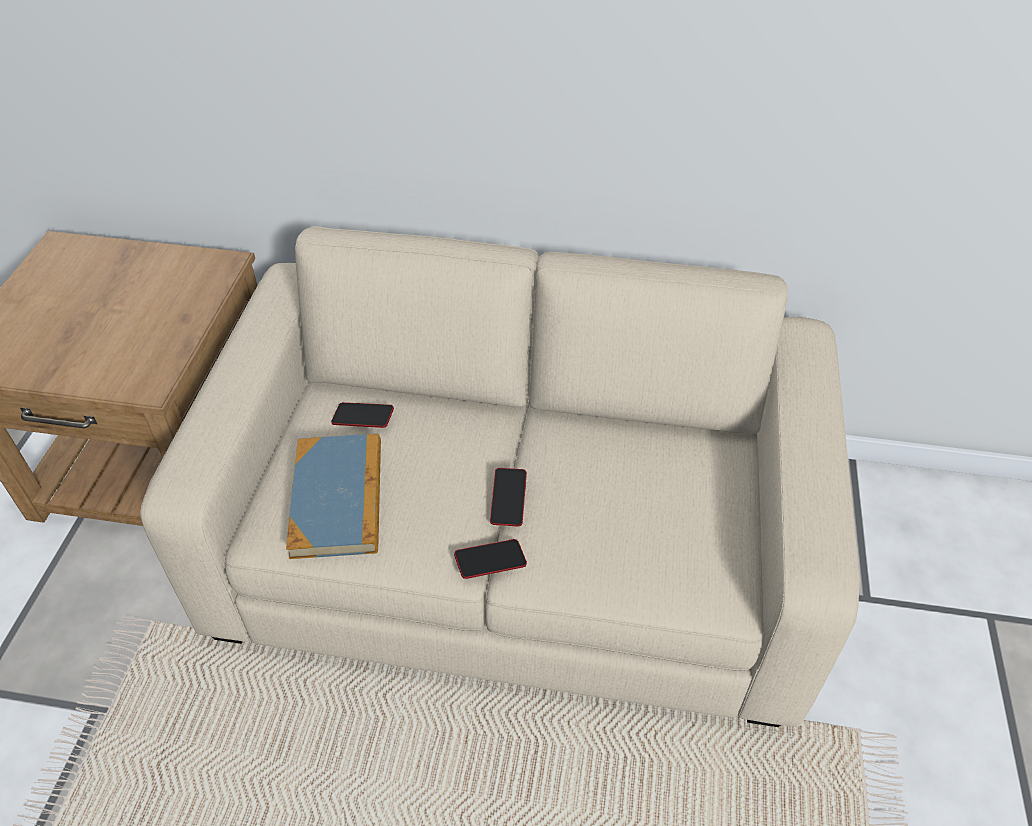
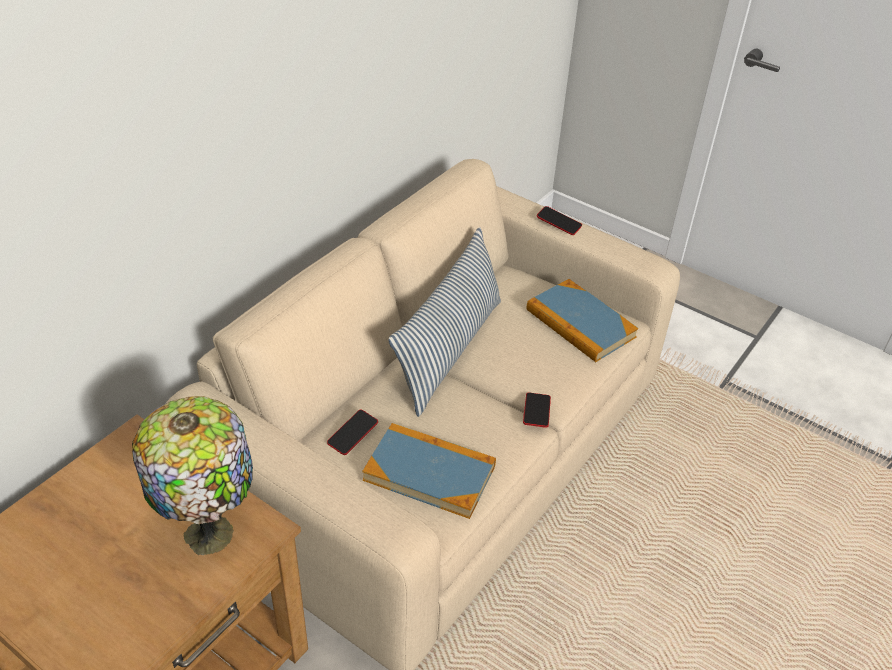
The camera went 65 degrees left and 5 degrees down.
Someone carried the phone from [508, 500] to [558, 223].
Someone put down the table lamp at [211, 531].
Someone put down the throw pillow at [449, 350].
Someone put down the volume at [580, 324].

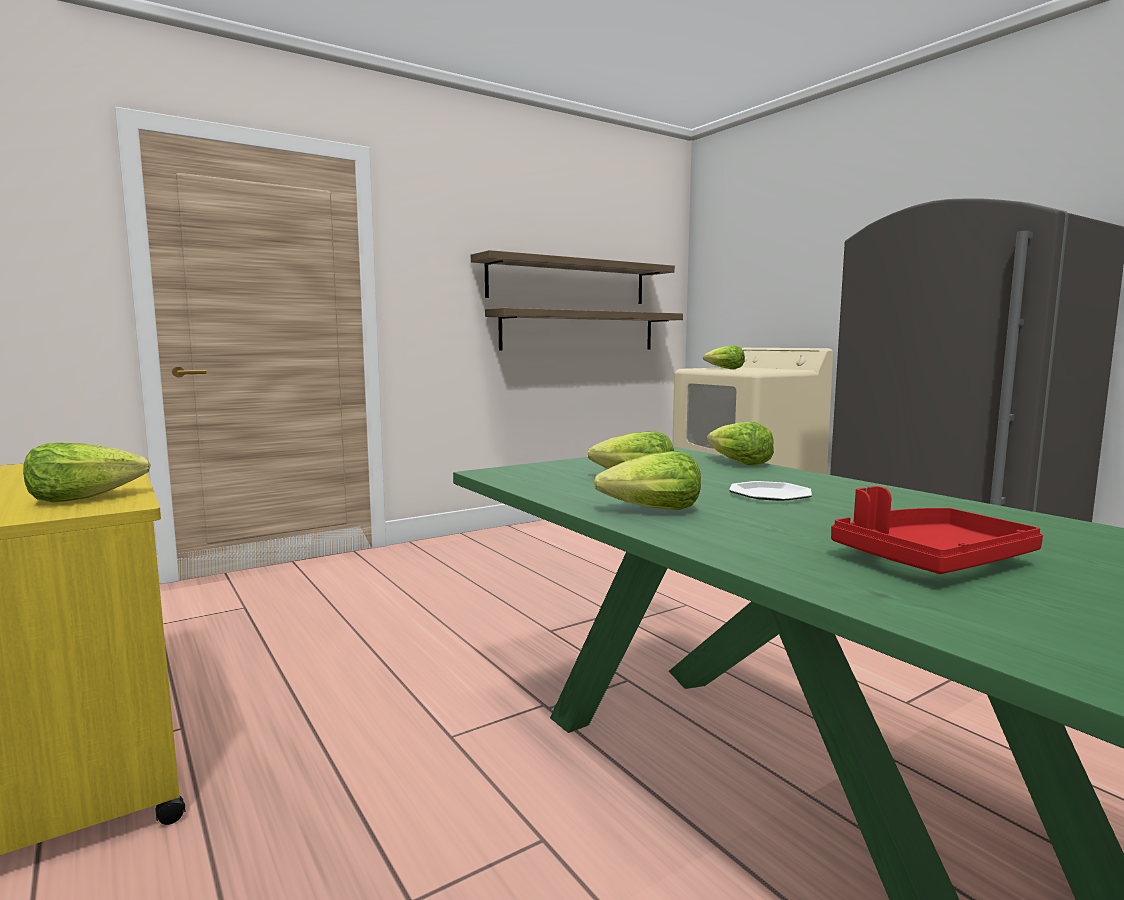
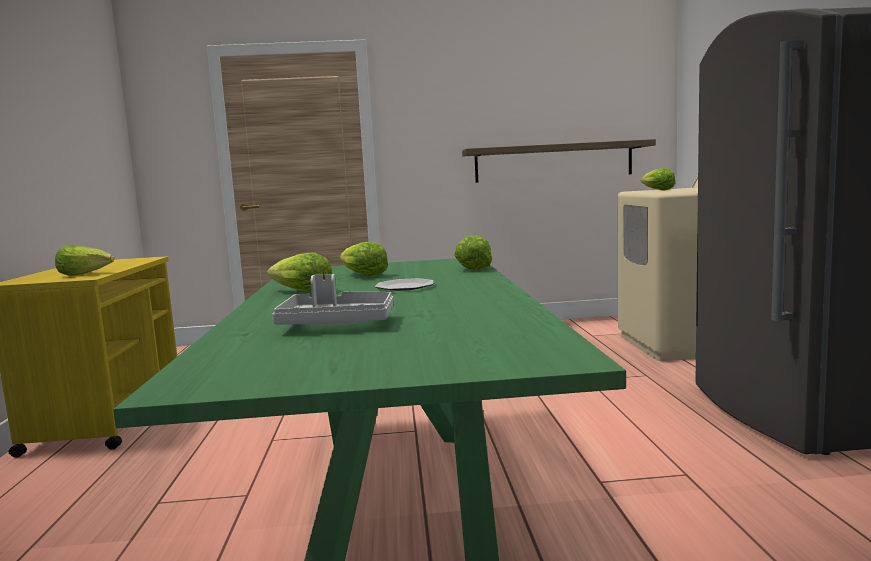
The camera went 30 degrees right and 0 degrees up.
Someone took away the shelf at [568, 281].
Someone repainted the carrying tray (reddish) at [930, 560], which became the carrying tray (greyish) at [337, 323].

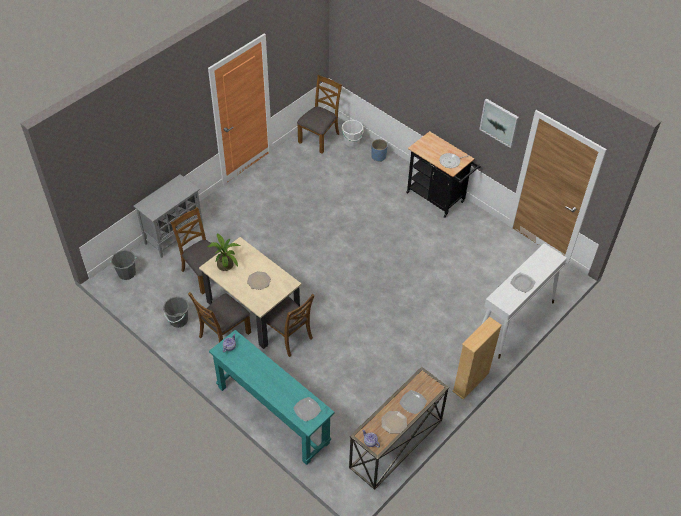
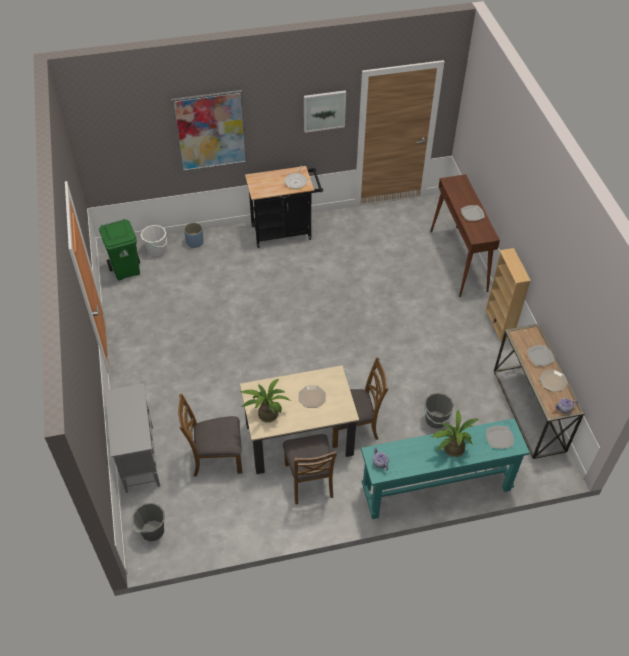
The camera went 55 degrees left and 0 degrees up.
Someone carried the bucket (greyish) from [178, 320] to [436, 420].
Someone swapped the plain chair (brown-coloured) at [319, 138] for the trash can (green) at [126, 270].
Someone repainted the hall table (whitish) at [514, 322], which became the hall table (brown-coloured) at [458, 261].
Someone put up the wall art at [210, 131].
Someone put down the plant in a pot at [451, 448].

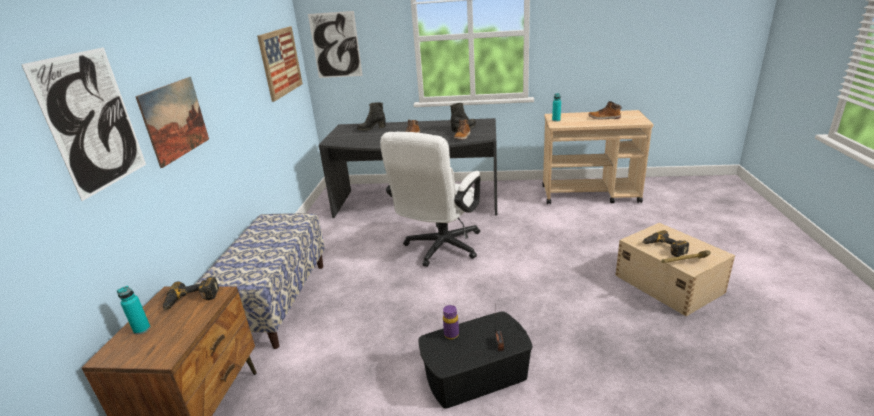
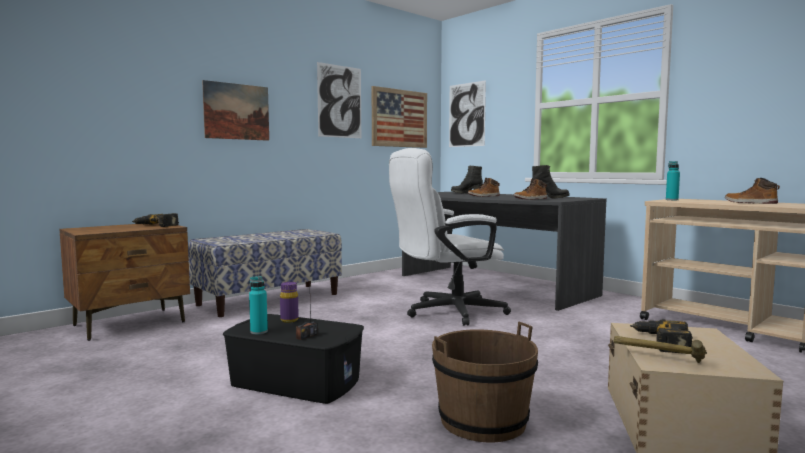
The camera went 40 degrees right and 20 degrees down.
Someone carried the wall art from [92, 121] to [340, 101].
Someone carried the beverage bottle (turquoise-coloured) from [142, 329] to [259, 332].
Someone put down the bucket (brown-coloured) at [483, 421].

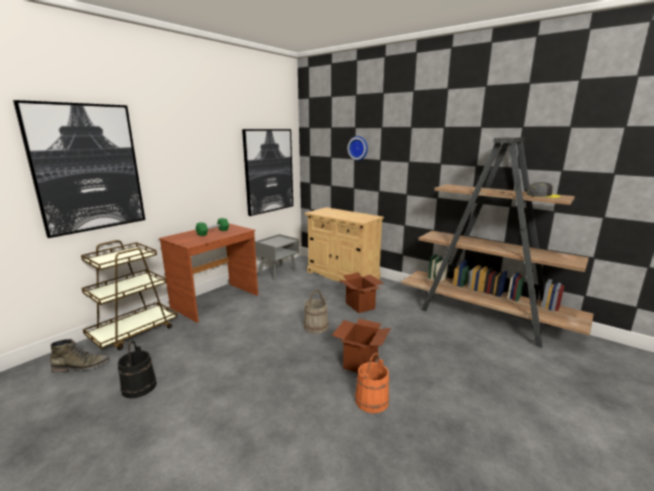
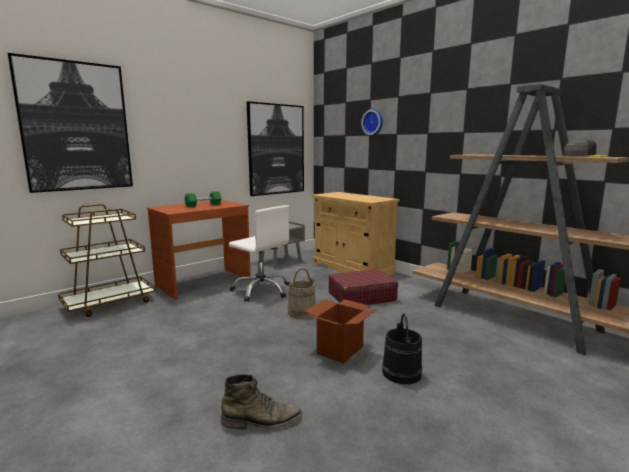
The camera went 10 degrees right and 5 degrees down.
Someone carried the boot (green) from [81, 366] to [262, 421].
Someone carried the bucket (black) from [139, 387] to [401, 373].
Someone swapped the carton at [360, 306] for the piece of luggage (reddish) at [361, 297].
Someone took away the bucket (orange-coloured) at [372, 401].
Someone put down the office chair (whitish) at [262, 290].

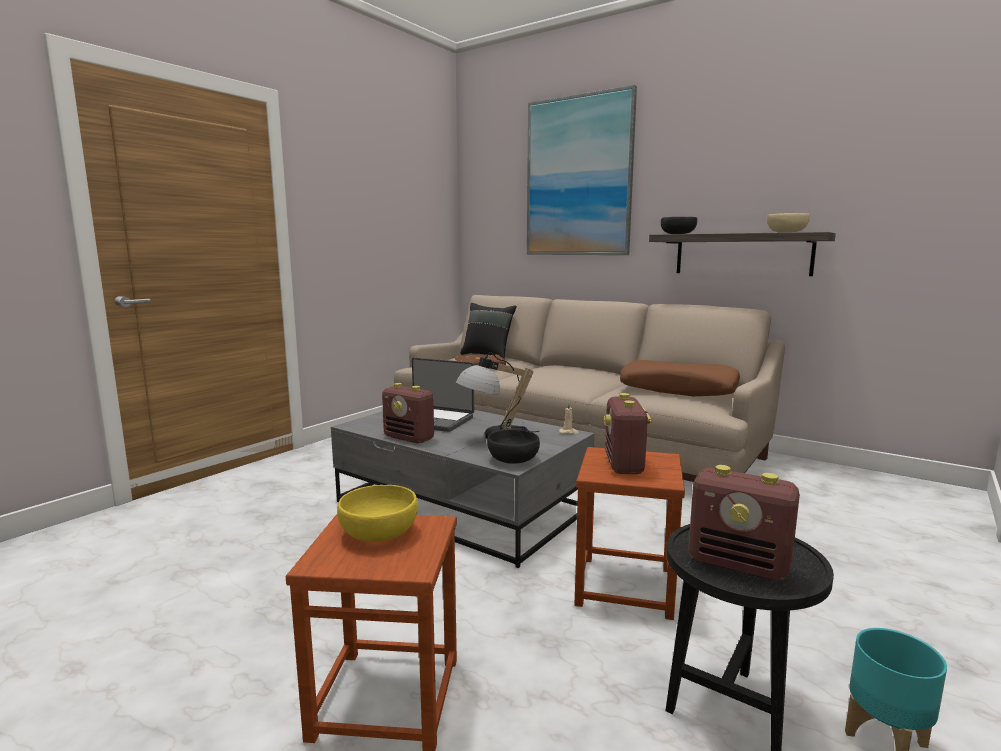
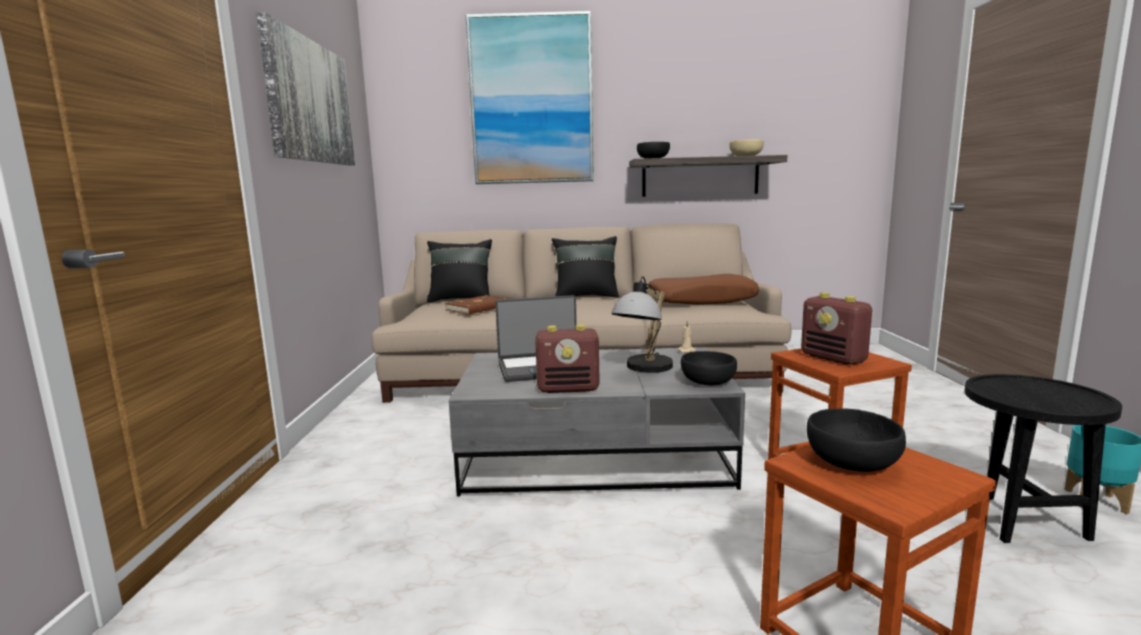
The camera went 35 degrees left and 0 degrees up.
Someone repainted the serving bowl (yellowish) at [378, 532], which became the serving bowl (black) at [850, 462].
Someone took away the radio at [739, 564].
Someone put up the wall art at [310, 102].
Someone put down the throw pillow (black) at [586, 296].

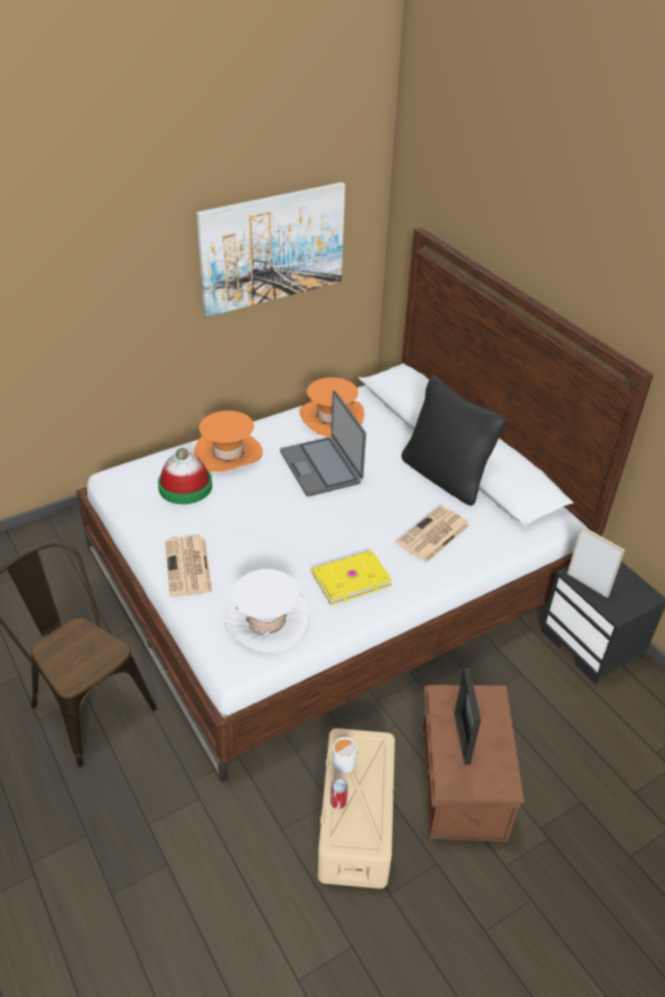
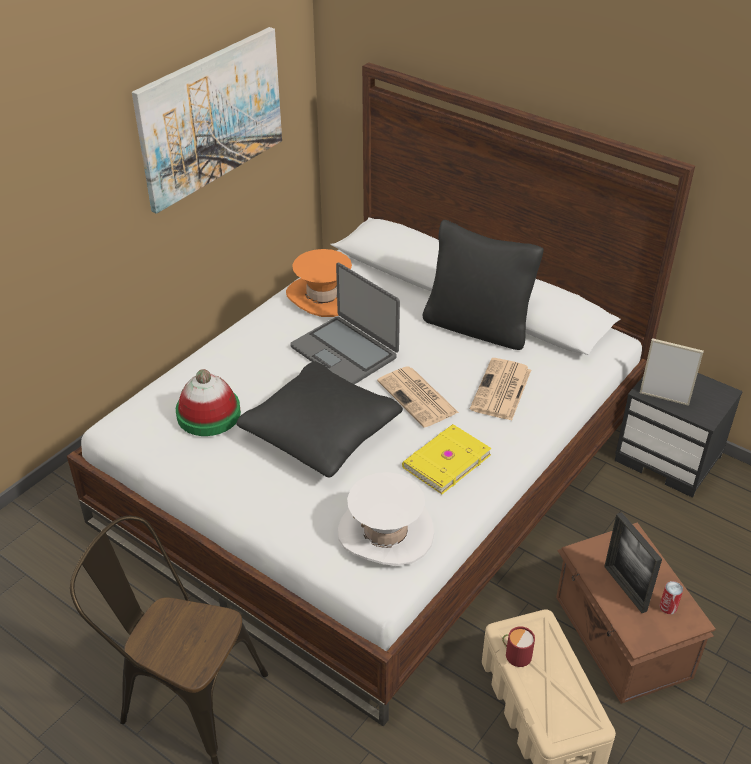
The camera went 20 degrees left and 0 degrees up.
Someone carried the printed paper from [189, 567] to [418, 397].
Someone took away the wearable hat (orange-coloured) at [228, 453].
Someone carried the sealed can from [338, 801] to [668, 607].
Someone repainted the tea mug (whitish) at [342, 760], which became the tea mug (reddish) at [516, 654].
Someone put down the throw pillow (black) at [321, 432].

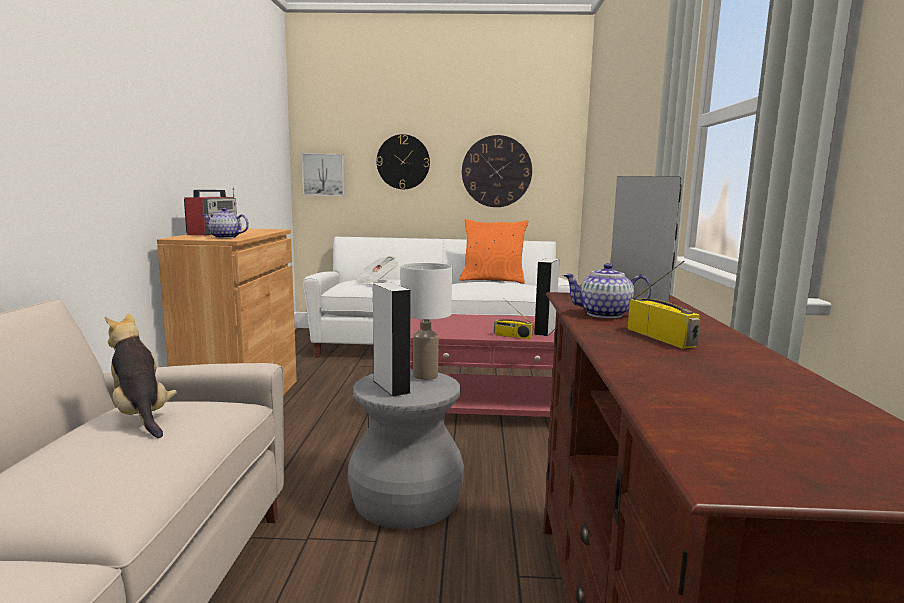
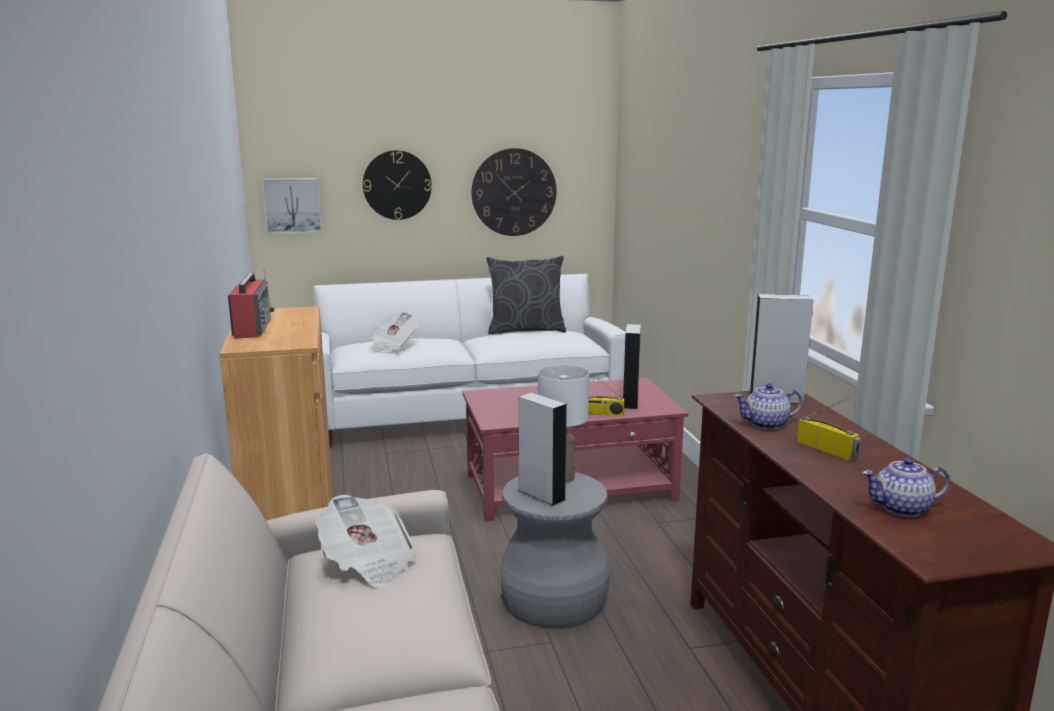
The camera went 15 degrees left and 5 degrees up.
Someone swapped the plush toy at [141, 415] for the printed paper at [368, 563].
Someone carried the pot for tea from [226, 237] to [903, 508].
Someone repainted the throw pillow (orange-coloured) at [492, 280], which became the throw pillow (greyish) at [526, 330].

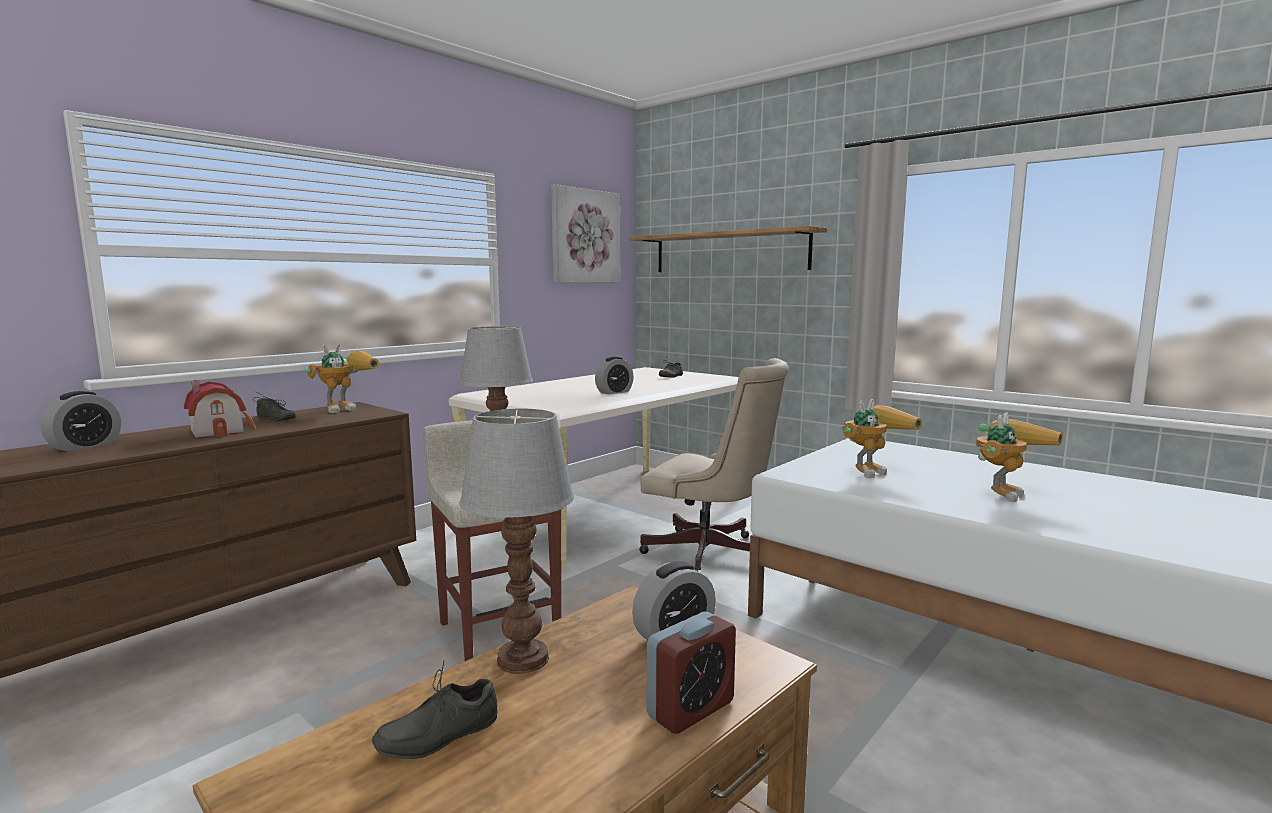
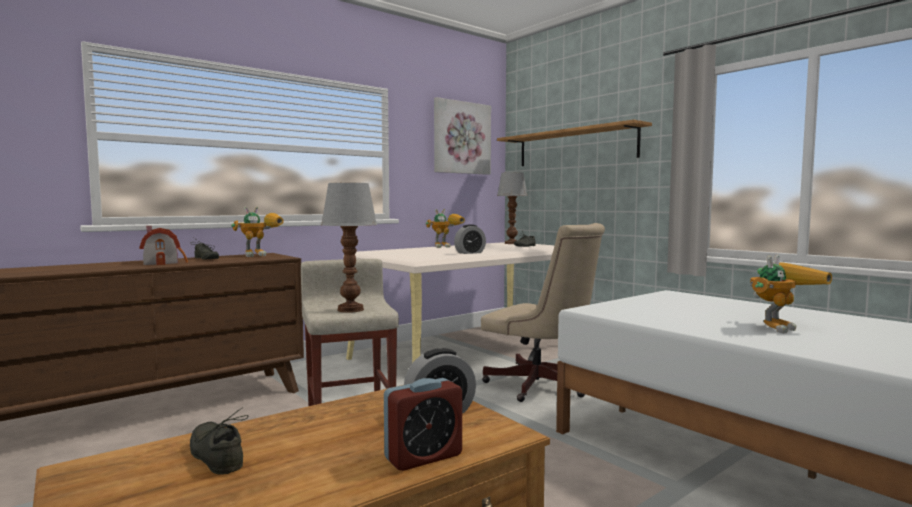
The camera went 10 degrees right and 5 degrees down.
Someone took away the table clock at [85, 446].
Someone rotated the item of footwear (greyish) at [437, 733] by 75 degrees clockwise.
Someone carried the table lamp from [521, 658] to [511, 243].
Someone carried the model robot from [873, 470] to [446, 246].

